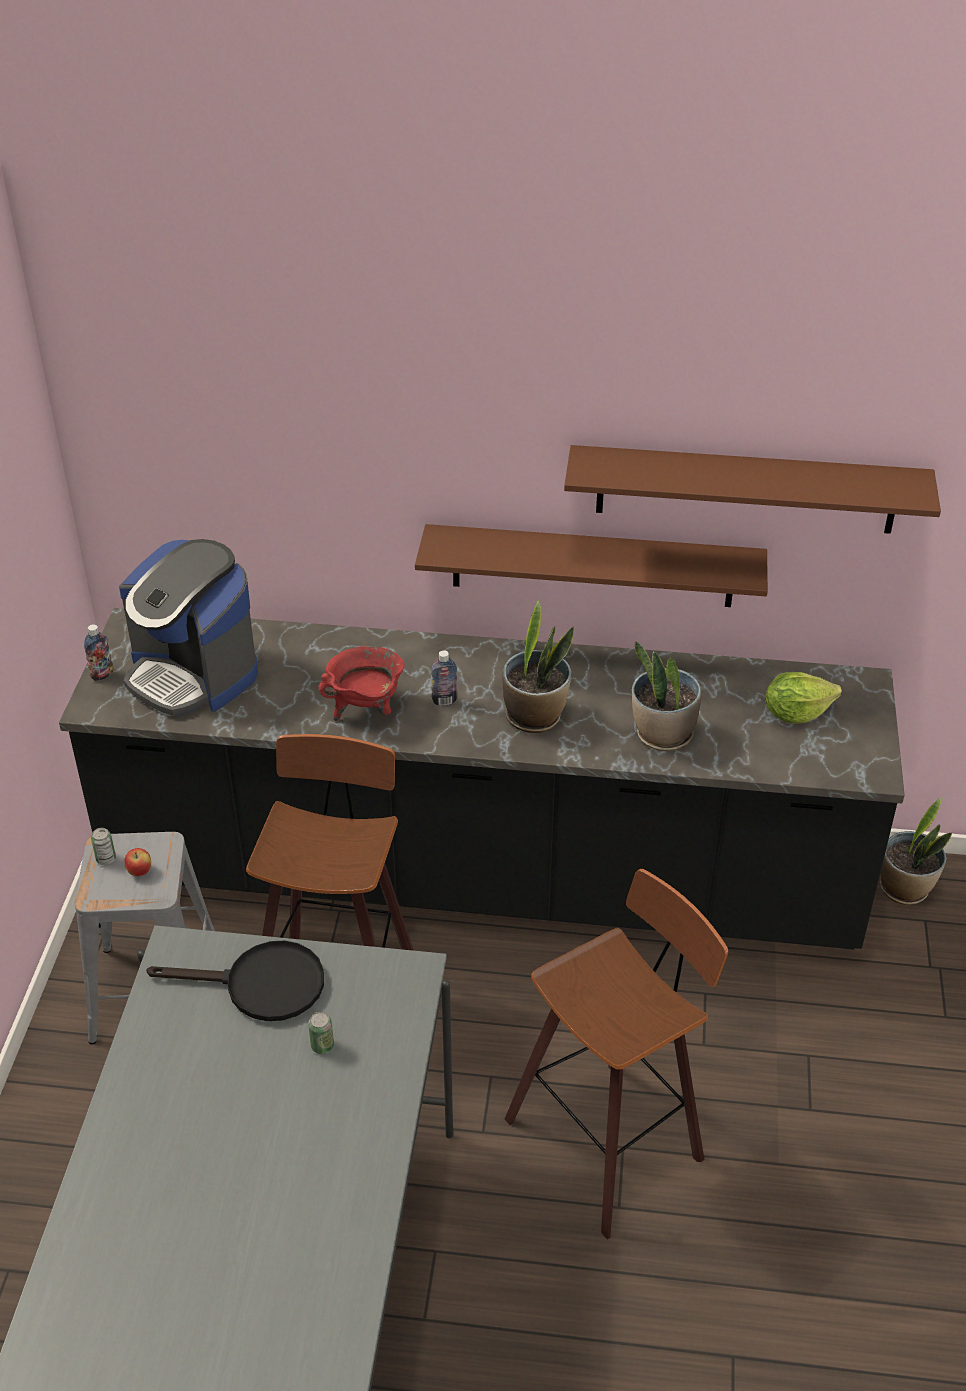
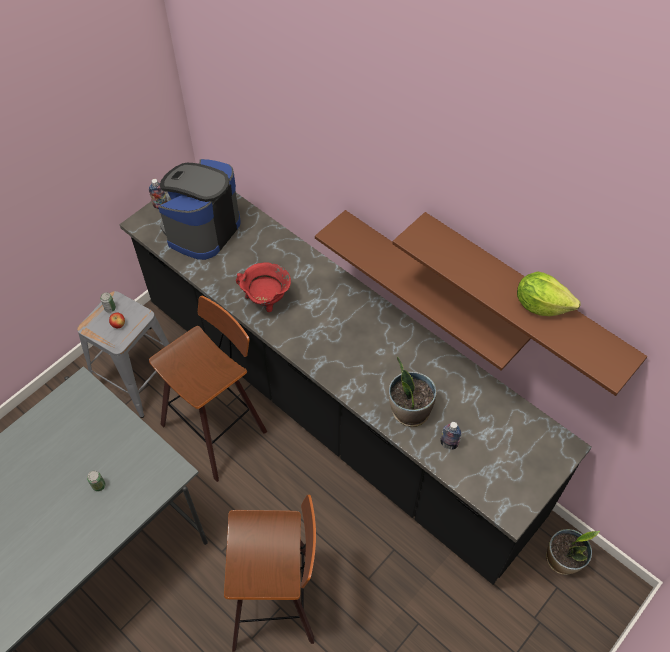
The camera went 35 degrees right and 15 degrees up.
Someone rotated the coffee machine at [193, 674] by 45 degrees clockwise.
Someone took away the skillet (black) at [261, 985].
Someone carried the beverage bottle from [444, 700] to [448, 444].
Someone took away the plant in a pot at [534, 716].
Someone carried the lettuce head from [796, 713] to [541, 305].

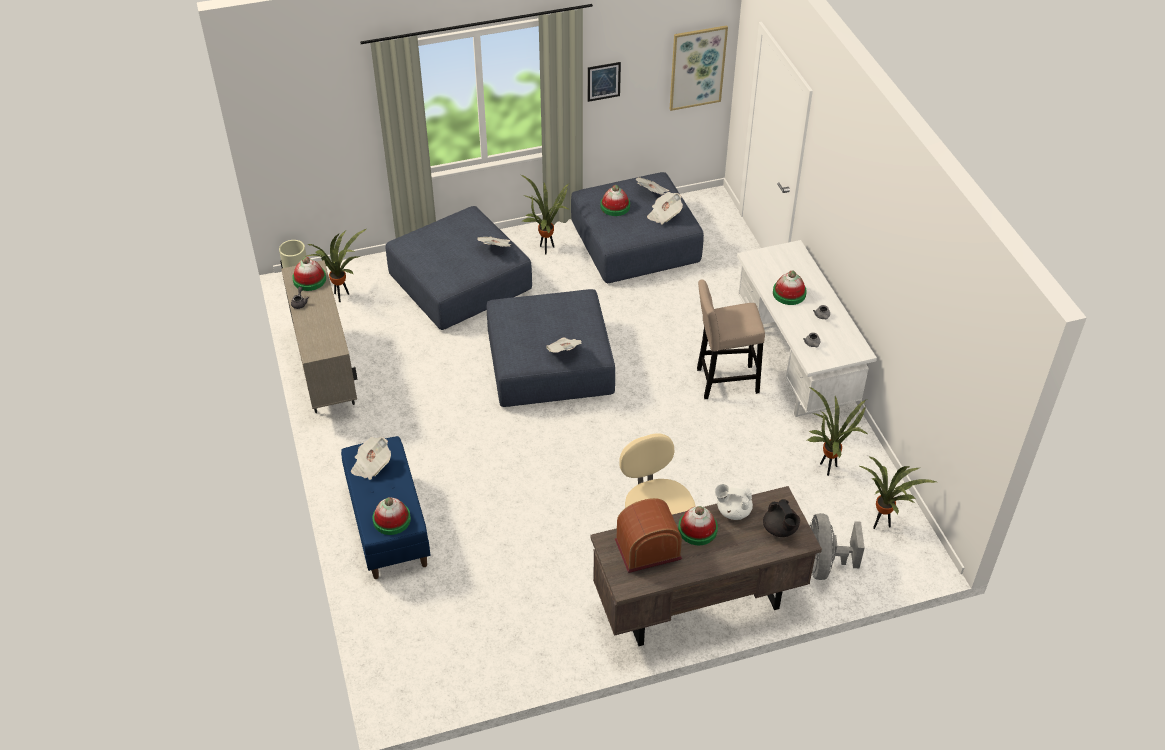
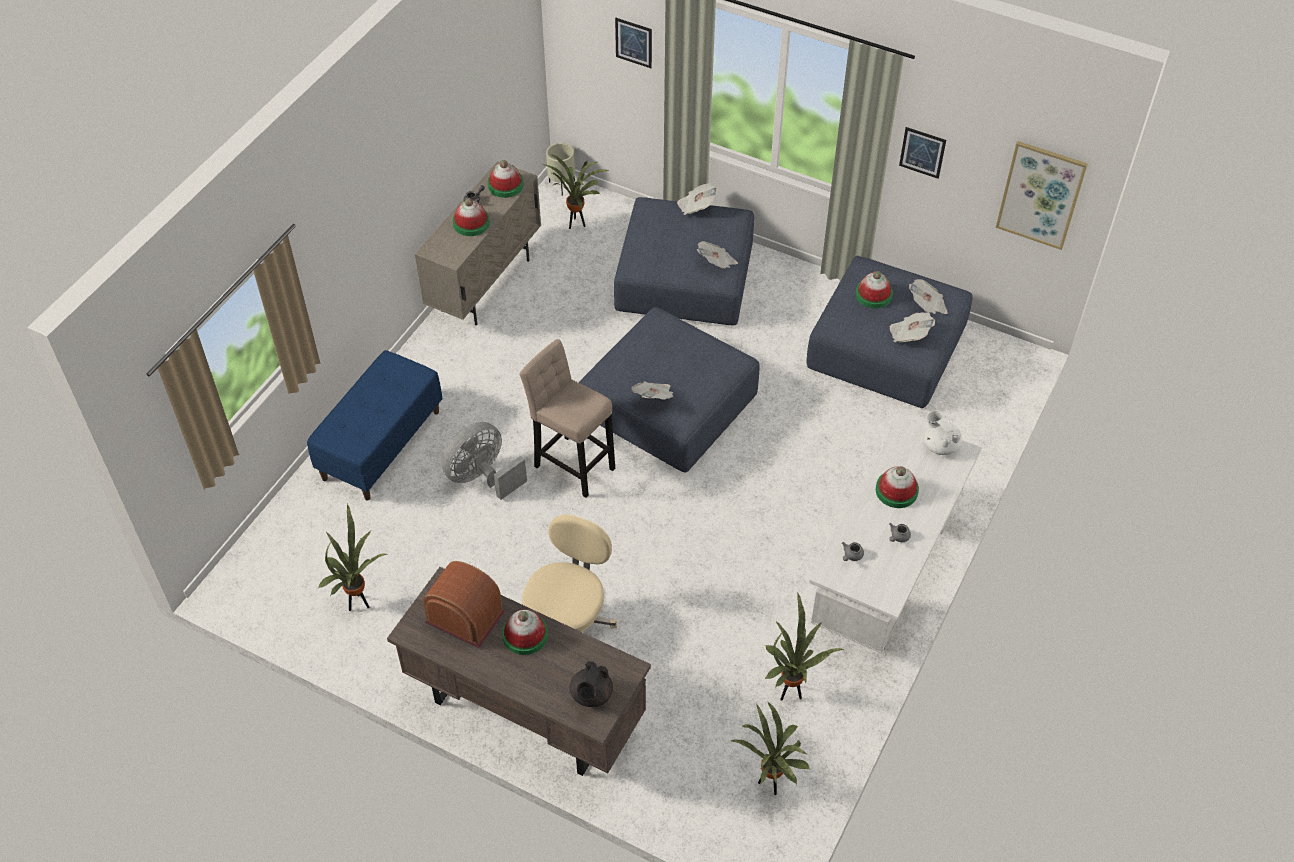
The camera went 45 degrees right and 5 degrees up.
Someone carried the printed paper from [371, 465] to [696, 206].
Someone carried the wearable hat from [392, 519] to [471, 223].
Someone carried the plant in a pot from [546, 248] to [359, 603].
Someone carried the stool (beige) from [723, 381] to [571, 464].
Someone carried the pot for tea (whitish) from [733, 511] to [940, 445].
Someone carried the electric fan (greyish) from [824, 564] to [483, 477].
Someone put up the wall art at [633, 42].

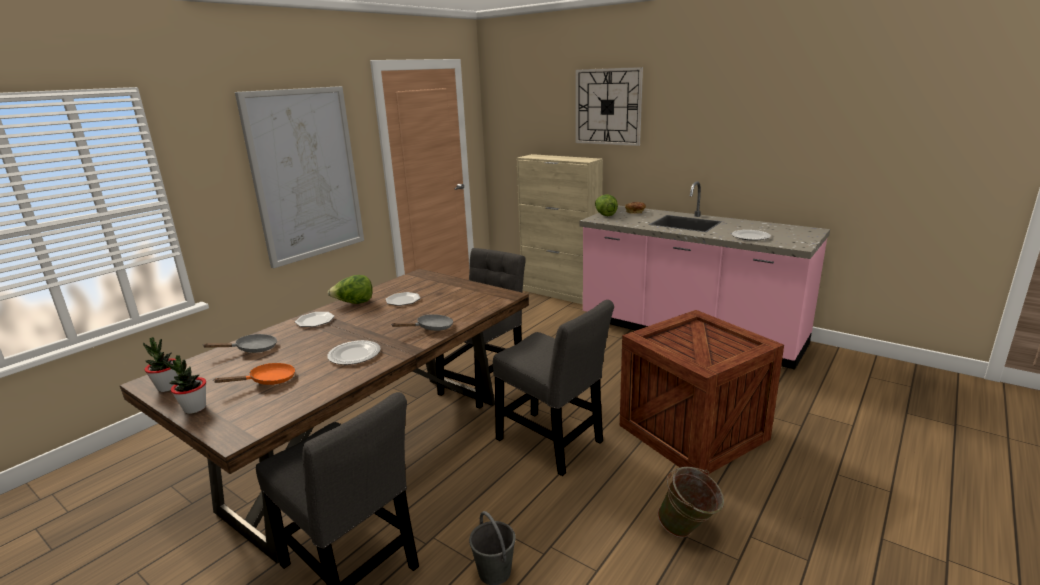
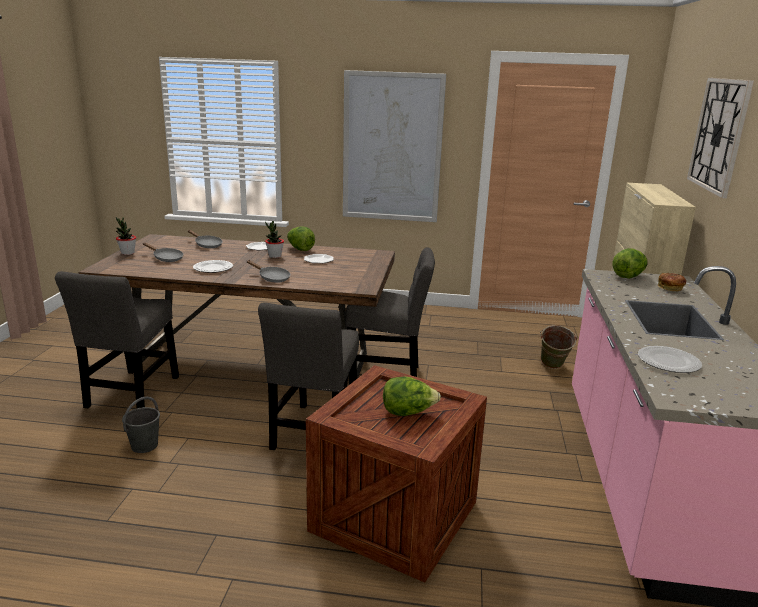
The camera went 60 degrees right and 0 degrees up.
Someone carried the plant in a pot from [168, 387] to [275, 256].
Someone repainted the skillet (orange-coloured) at [268, 381], which became the skillet (greyish) at [166, 258].
Someone carried the bucket (green) from [688, 531] to [553, 368].
Someone put down the lettuce head at [408, 413].

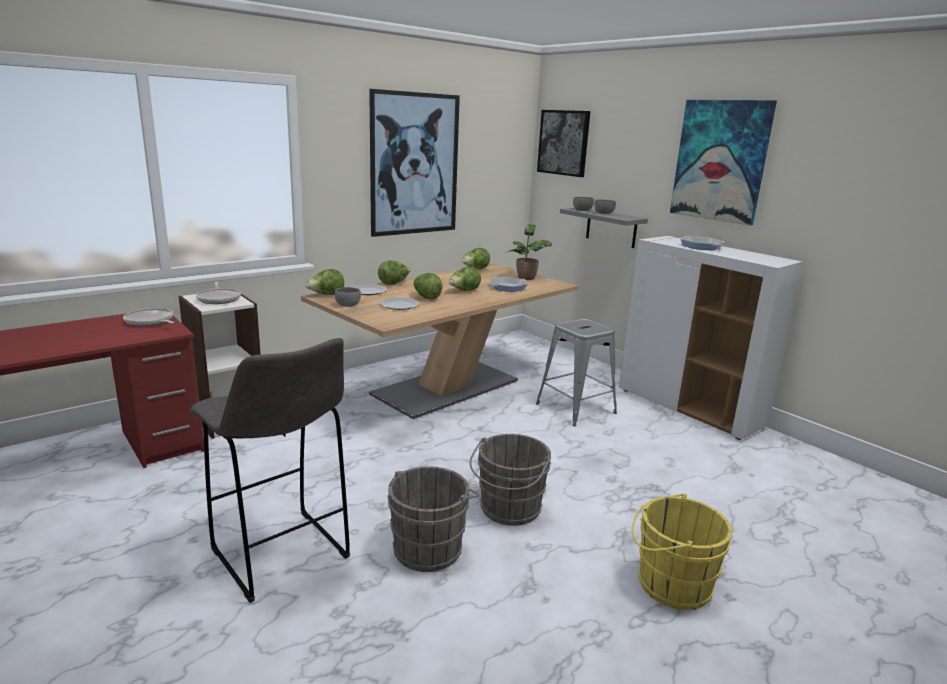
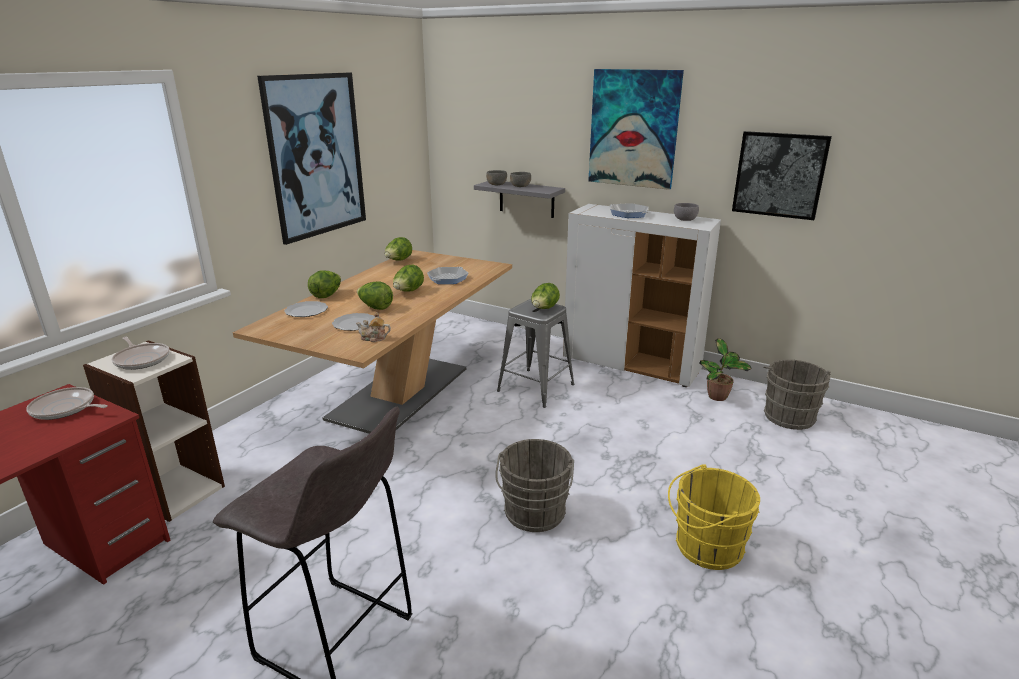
The camera went 20 degrees left and 5 degrees up.
Someone carried the lettuce head from [326, 295] to [544, 309].
Someone carried the serving bowl (greyish) from [347, 305] to [684, 219].
Someone carried the bucket (greyish) from [430, 547] to [788, 415].
Someone carried the plant in a pot from [526, 278] to [718, 397].
Someone carried the wall art from [563, 142] to [779, 175].
Someone put down the pot for tea at [374, 338].

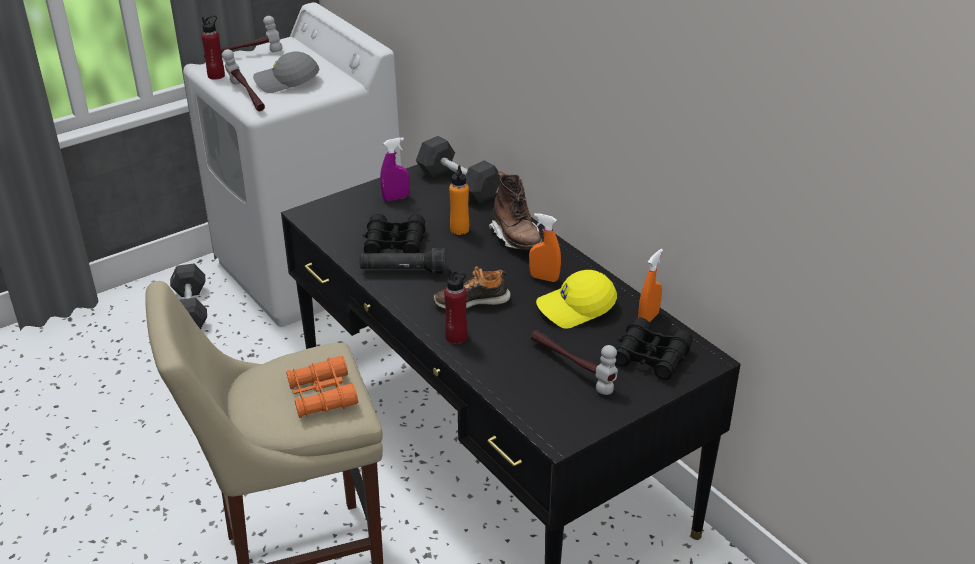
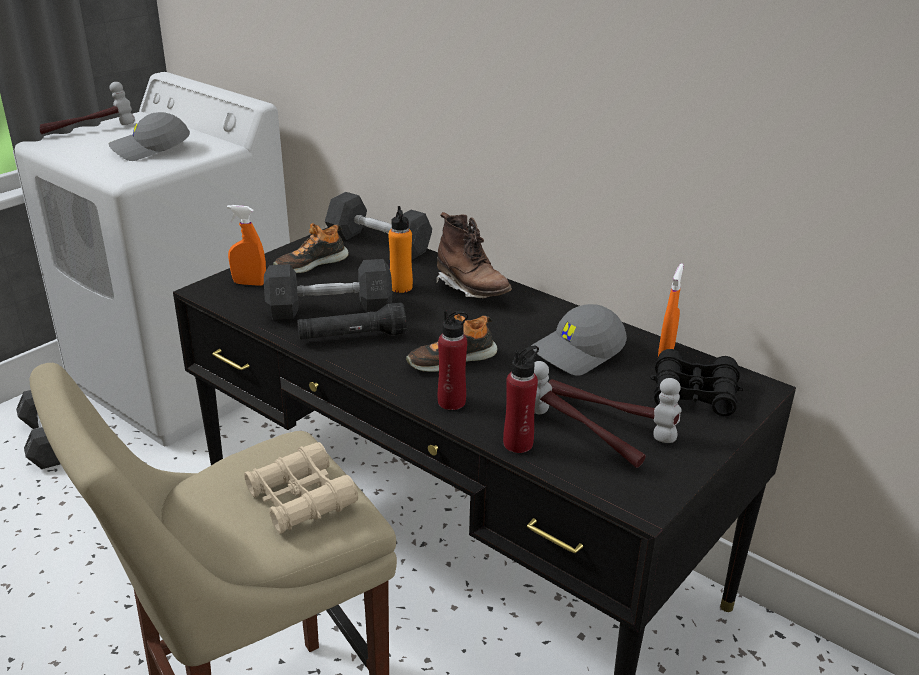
The camera went 15 degrees left and 5 degrees down.
Someone carried the beverage bottle (reddish) from [216, 76] to [518, 444].
Someone carried the hammer from [246, 96] to [580, 437].
Someone repainted the field glasses (orange-coloured) at [322, 395], which became the field glasses (beige) at [300, 499].
Someone swapped the field glasses (black) at [395, 243] for the dumbbell (greyish) at [329, 309].
Someone swapped the hand sprayer (purple-coloured) at [395, 198] for the item of footwear at [311, 264].
Someone carried the hand sprayer (orange-coloured) from [544, 278] to [249, 283].
Someone repainted the cap (yellowish) at [576, 308], which became the cap (greyish) at [578, 352].

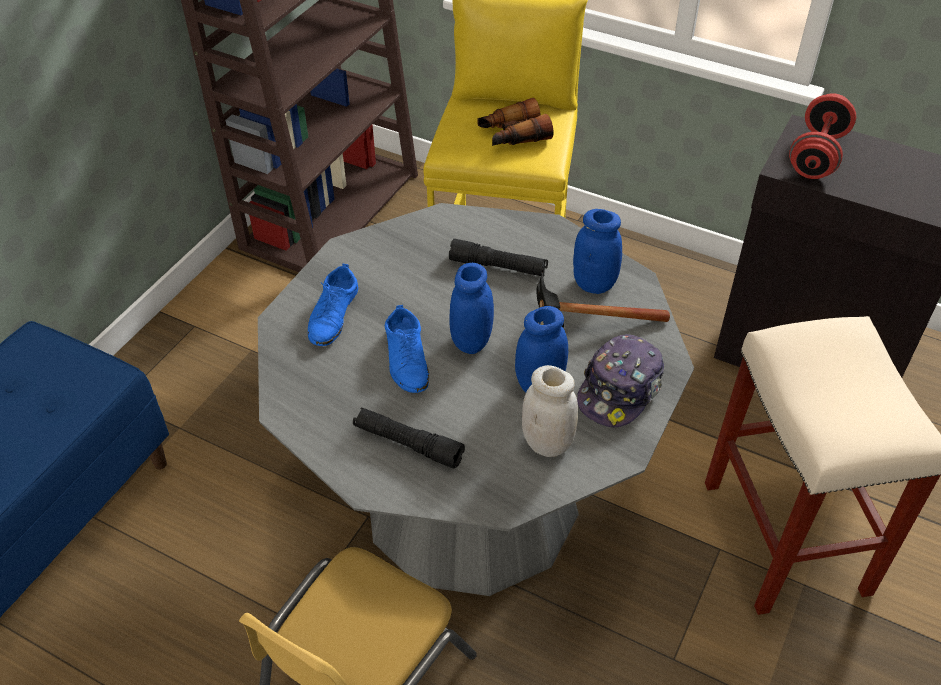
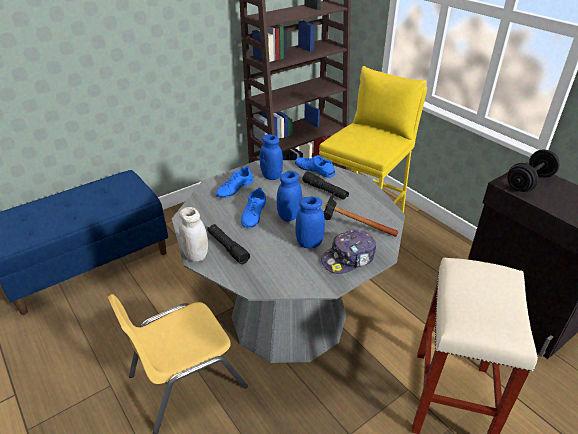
The camera went 25 degrees right and 10 degrees down.
Someone took away the field glasses at [513, 135].
Someone carried the storage jar (whitish) from [547, 443] to [196, 255].
Someone carried the storage jar (blue) from [594, 284] to [271, 176].
Someone repainted the dumbbell (reddish) at [817, 155], which became the dumbbell (black) at [529, 182].
Someone put down the item of footwear (blue) at [314, 170].

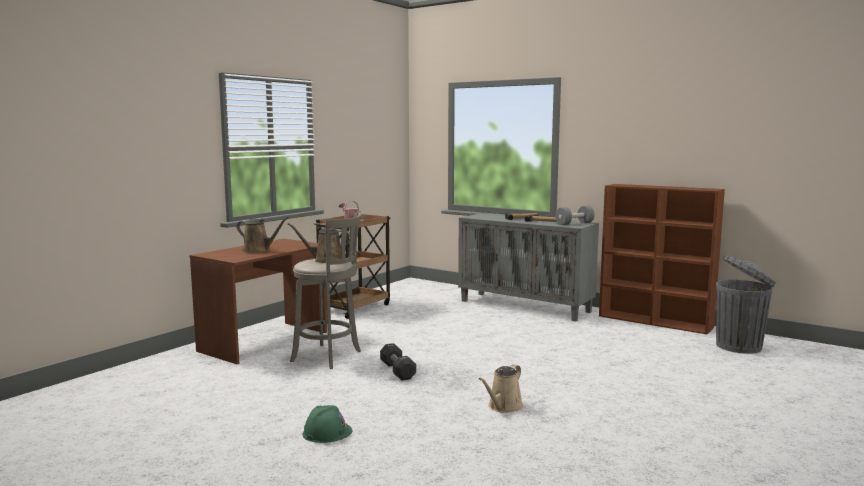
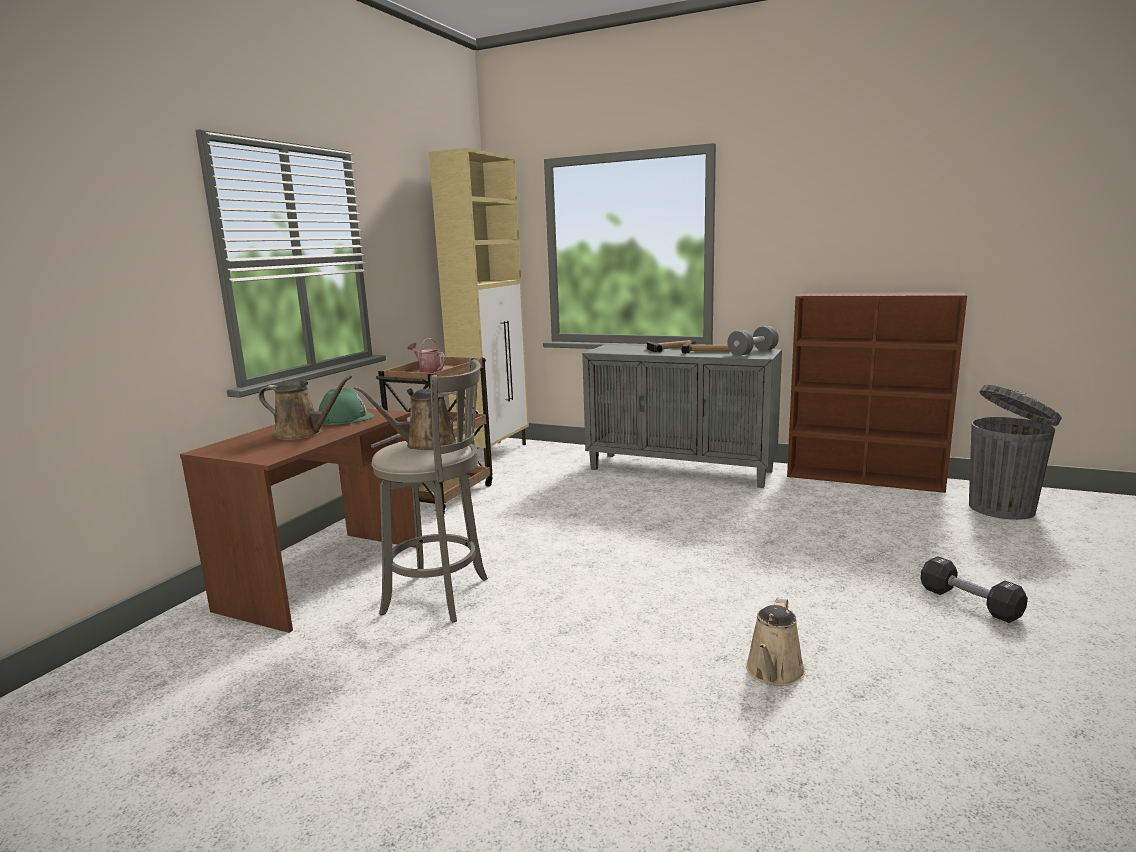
The camera went 10 degrees left and 5 degrees up.
Someone carried the safety helmet (green) from [327, 432] to [345, 418].
Someone carried the dumbbell (black) from [397, 371] to [969, 603].
Someone put down the cupboard (beige) at [494, 453].

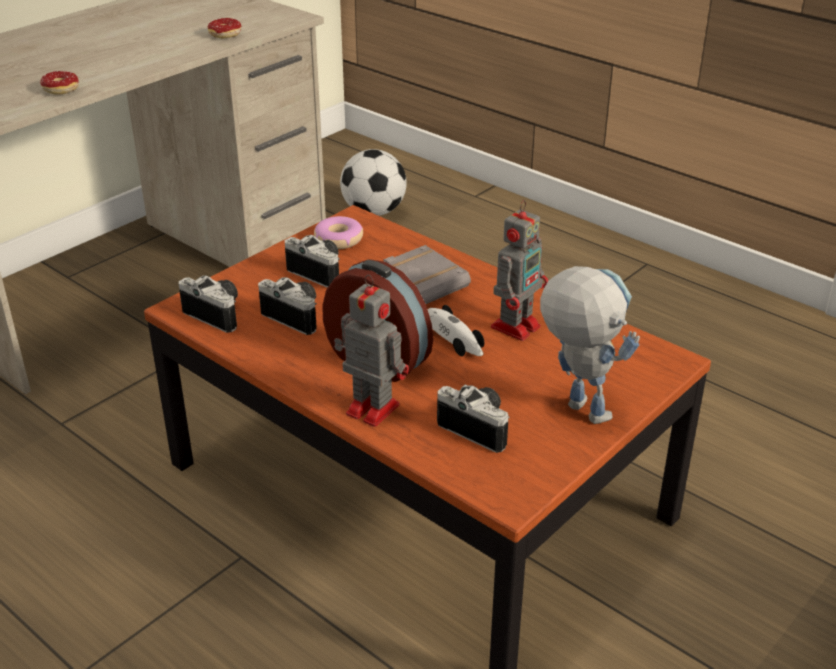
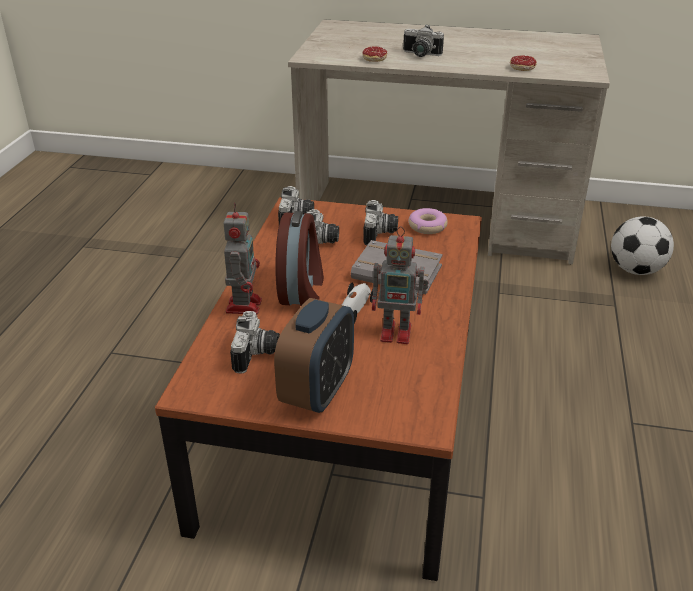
The camera went 60 degrees right and 0 degrees up.
Someone swapped the model robot at [575, 406] for the table clock at [317, 391].
Someone put down the still camera at [420, 55].

